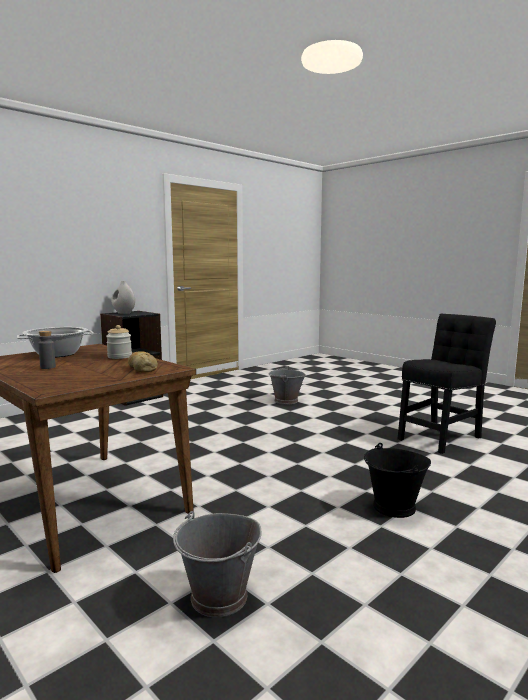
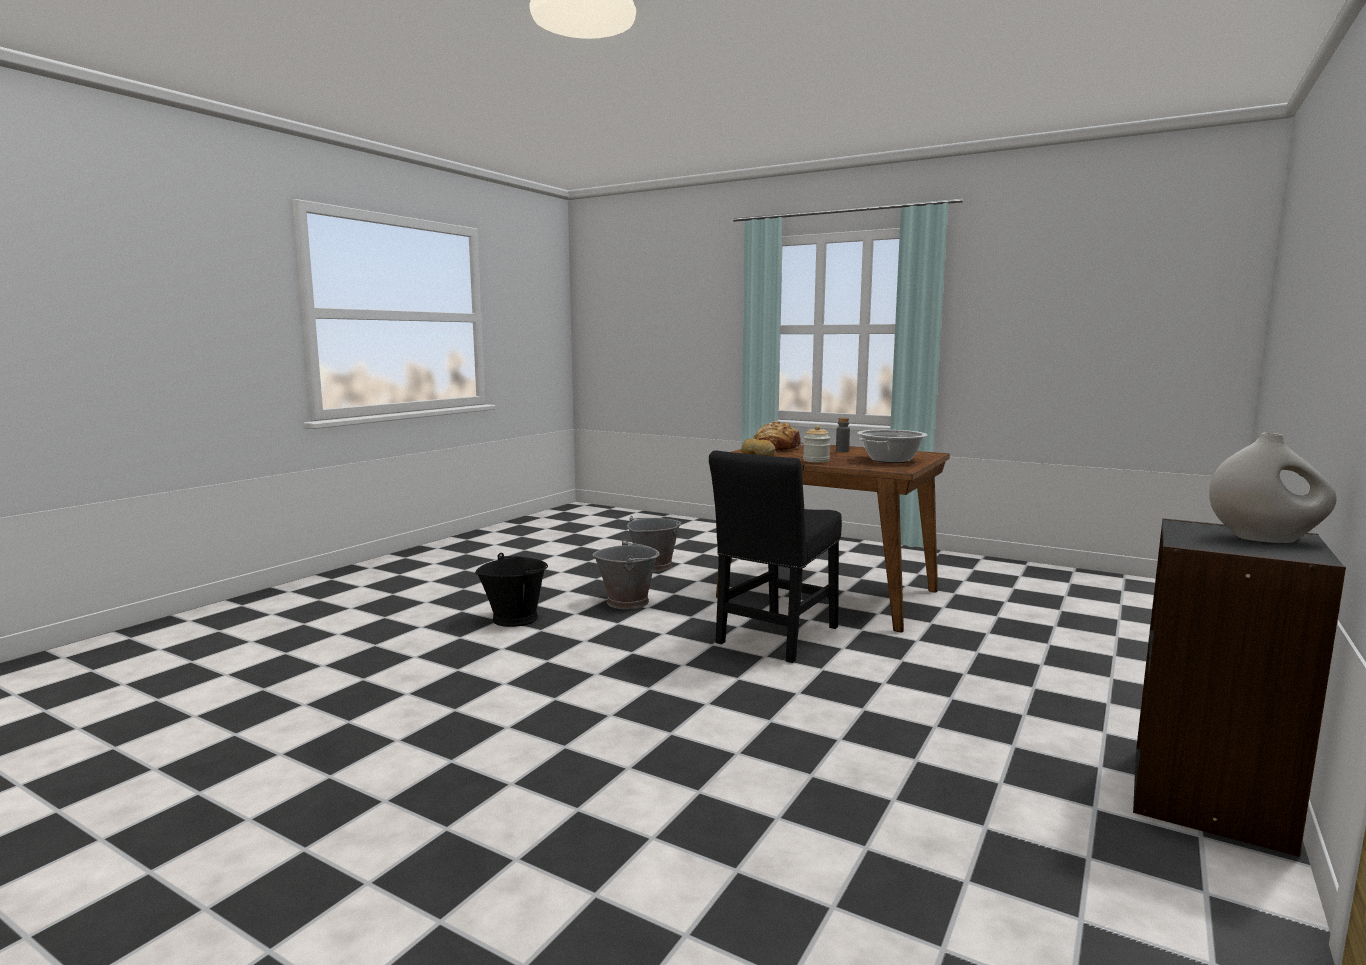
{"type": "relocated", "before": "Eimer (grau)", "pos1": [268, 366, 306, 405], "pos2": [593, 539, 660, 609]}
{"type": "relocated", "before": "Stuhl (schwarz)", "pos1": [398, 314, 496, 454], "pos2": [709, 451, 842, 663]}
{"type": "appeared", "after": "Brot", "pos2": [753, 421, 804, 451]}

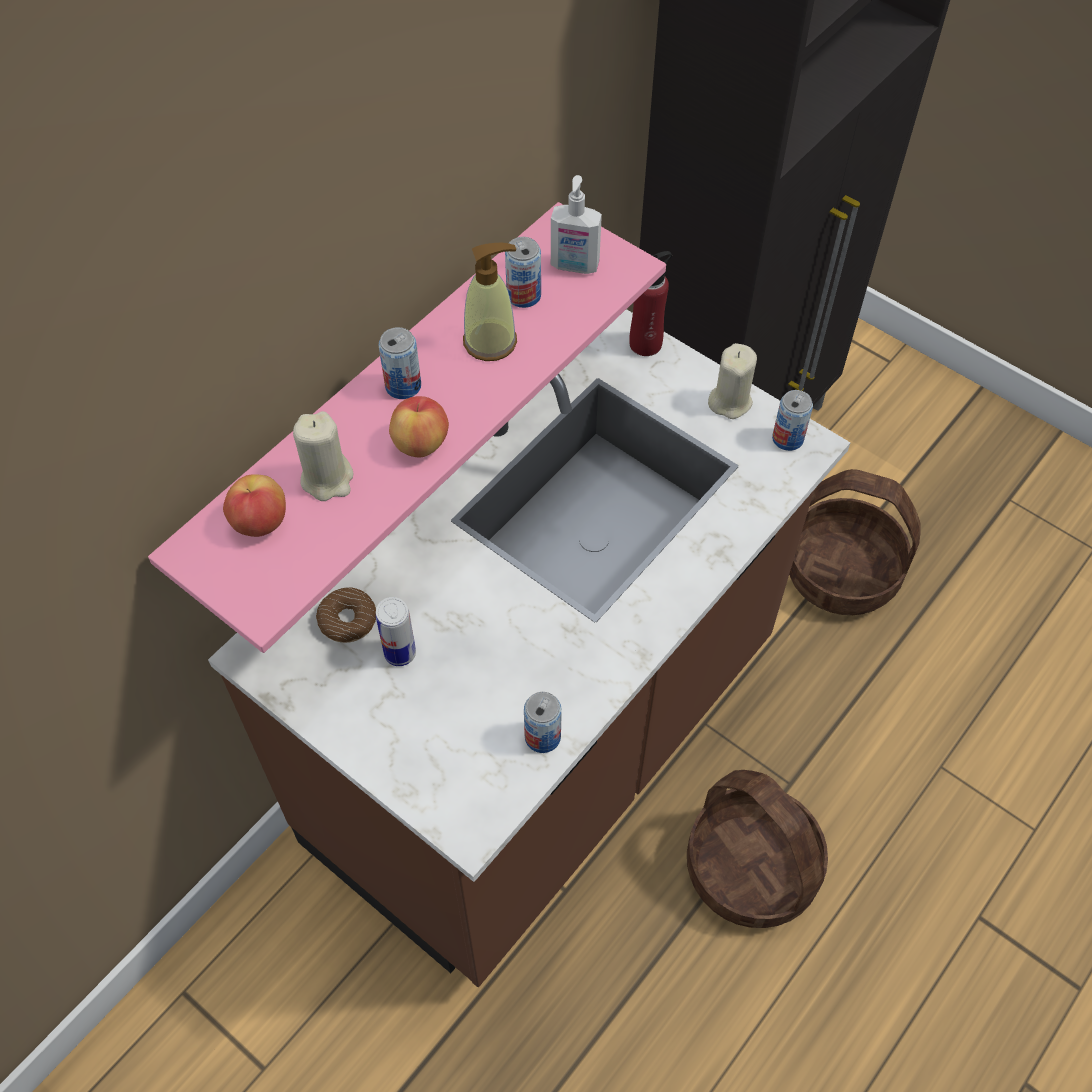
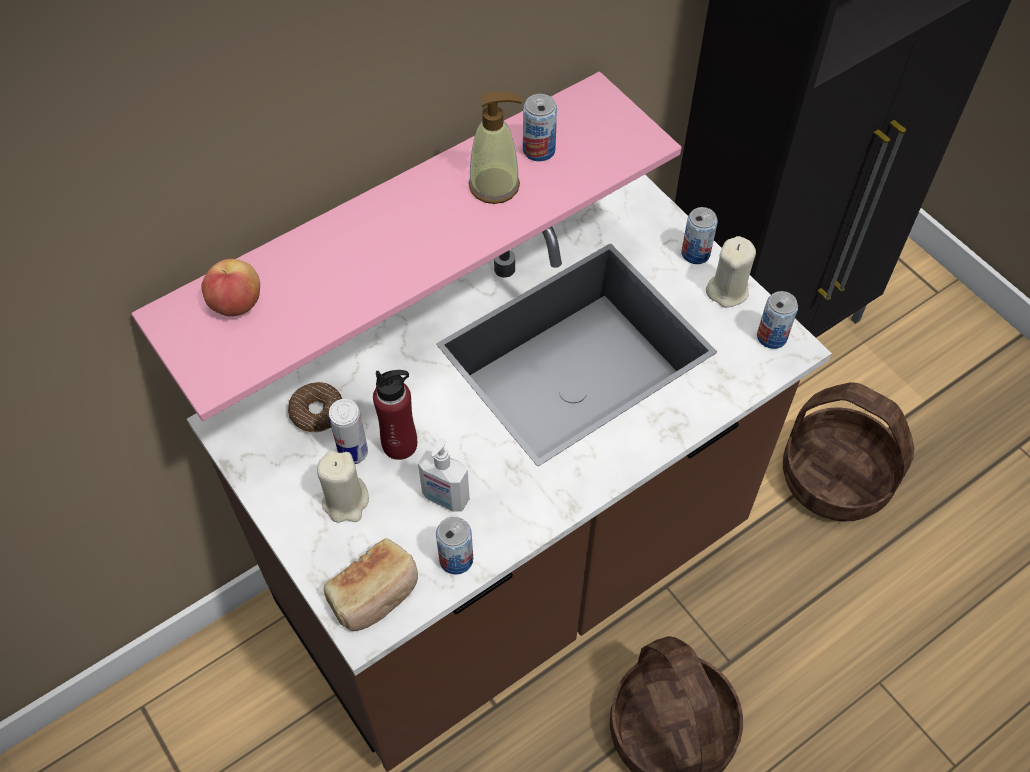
{"type": "relocated", "before": "Kerze (beige)", "pos1": [293, 411, 354, 501], "pos2": [317, 451, 369, 523]}
{"type": "appeared", "after": "Brot", "pos2": [324, 538, 418, 631]}
{"type": "relocated", "before": "Flasche (rot)", "pos1": [629, 251, 672, 356], "pos2": [373, 370, 417, 460]}
{"type": "relocated", "before": "Seifenspender", "pos1": [551, 175, 602, 274], "pos2": [418, 438, 470, 512]}
{"type": "relocated", "before": "Dose", "pos1": [378, 327, 421, 399], "pos2": [681, 207, 718, 264]}
{"type": "missing", "before": "Apfel", "pos1": [389, 396, 449, 457]}

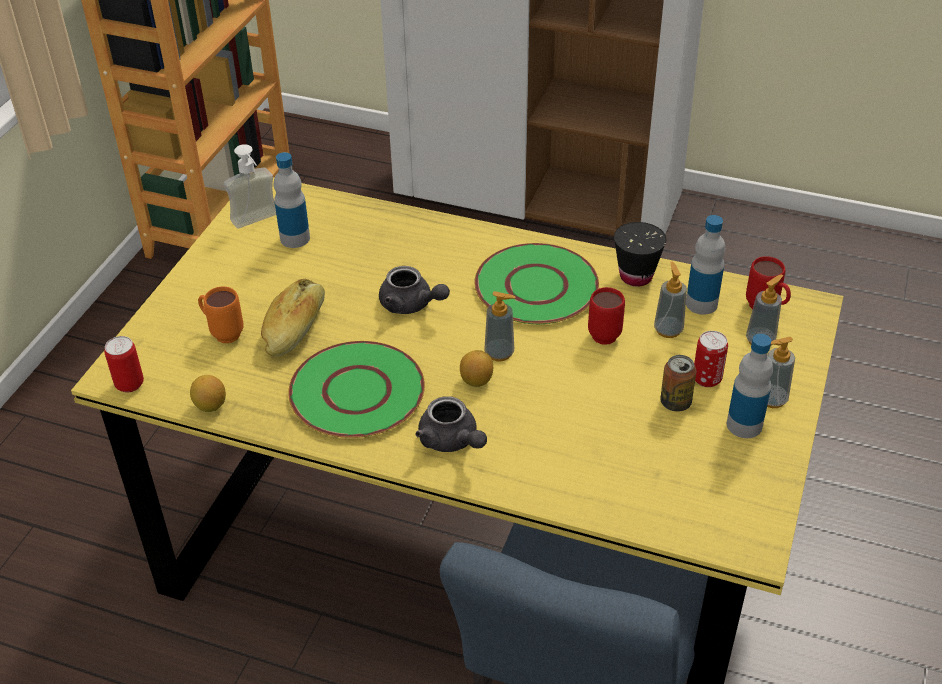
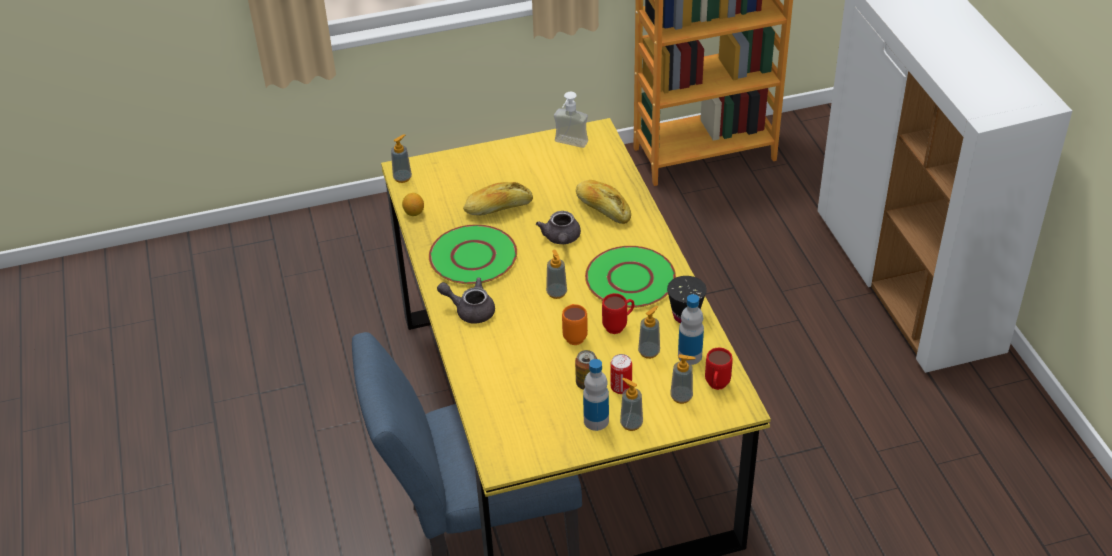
{"type": "exchanged", "before": "Dose", "after": "Seifenspender", "pos1": [104, 336, 144, 392], "pos2": [391, 134, 412, 183]}
{"type": "spun", "before": "Teekanne (grau)", "pos1": [415, 396, 487, 452], "pos2": [437, 277, 495, 324], "turn": 90}
{"type": "relocated", "before": "Henkelbecher (orange)", "pos1": [198, 286, 244, 343], "pos2": [562, 304, 588, 345]}
{"type": "appeared", "after": "Brot", "pos2": [576, 180, 631, 224]}
{"type": "missing", "before": "Flasche", "pos1": [274, 152, 310, 248]}
{"type": "missing", "before": "Zitrone", "pos1": [460, 350, 493, 387]}

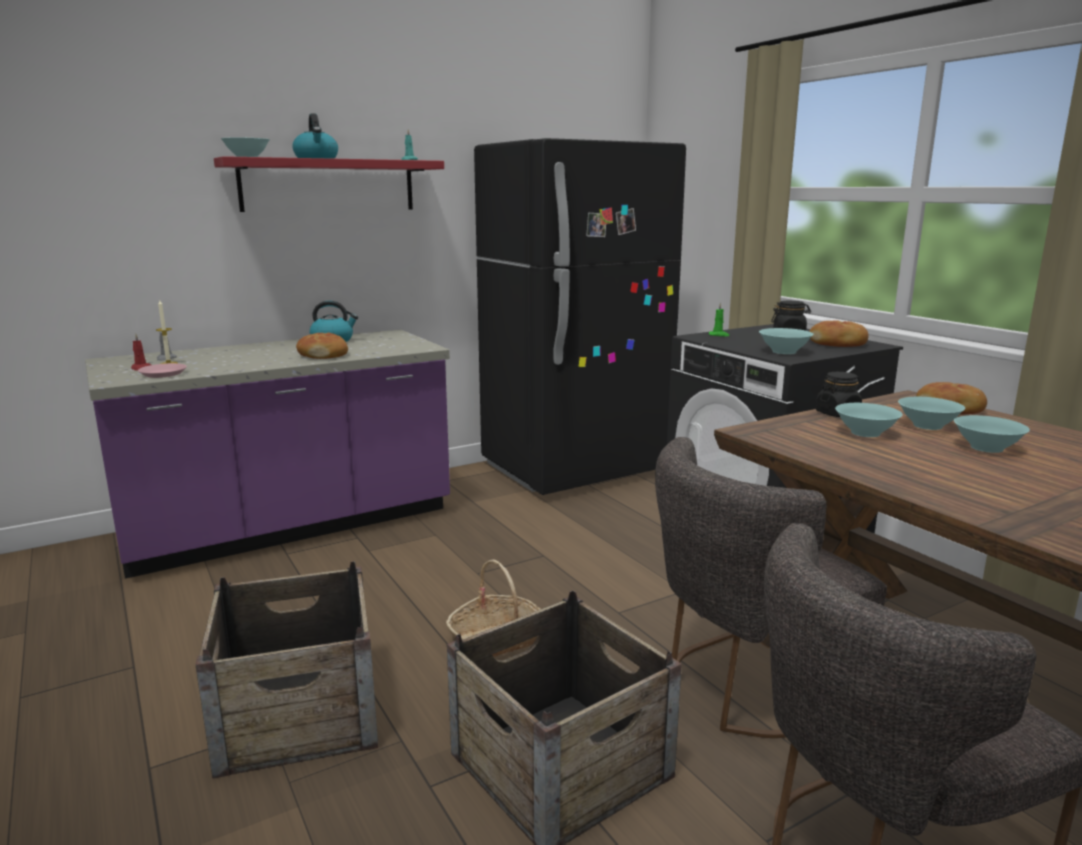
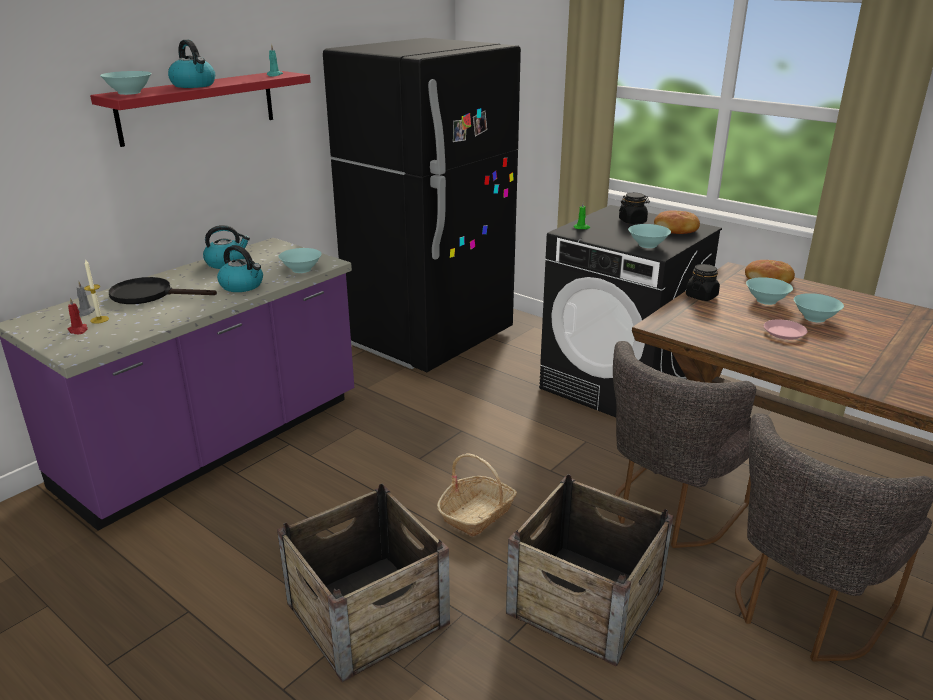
{"type": "appeared", "after": "Pfanne (schwarz)", "pos2": [109, 277, 217, 304]}
{"type": "exchanged", "before": "Brot", "after": "Wasserkessel", "pos1": [296, 333, 348, 359], "pos2": [217, 245, 263, 292]}
{"type": "relocated", "before": "Schüssel (türkis)", "pos1": [835, 403, 903, 437], "pos2": [278, 248, 322, 273]}
{"type": "relocated", "before": "Teller (rosa)", "pos1": [138, 363, 187, 378], "pos2": [764, 319, 807, 340]}

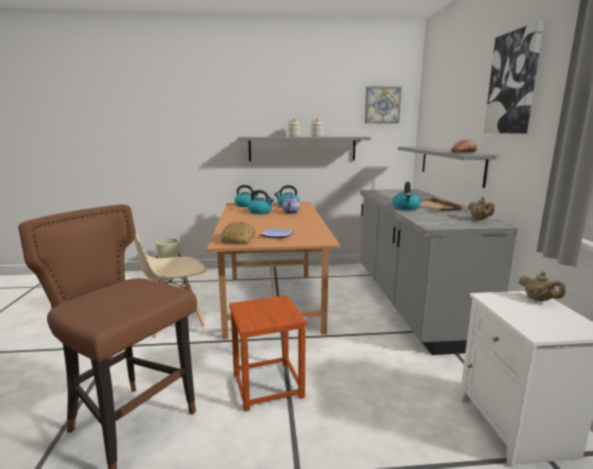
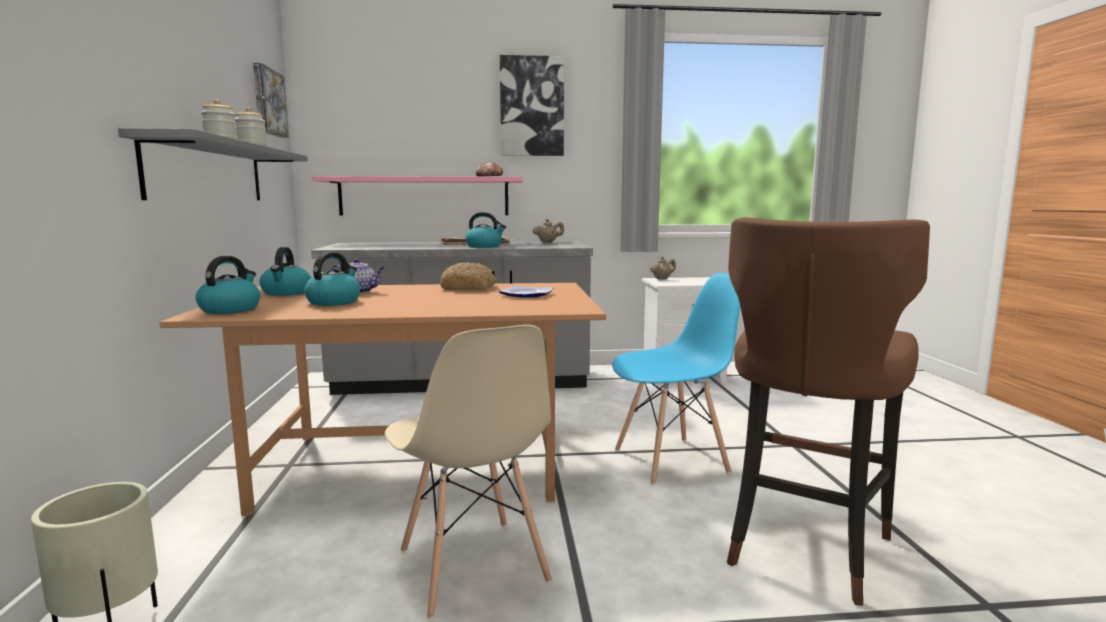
{"type": "colour", "before": "Wandregal (grau)", "after": "Wandregal (rosa)", "pos1": [398, 147, 497, 188], "pos2": [312, 176, 523, 216]}
{"type": "relocated", "before": "Brot", "pos1": [221, 222, 256, 244], "pos2": [440, 262, 496, 290]}
{"type": "exchanged", "before": "Hocker (braun)", "after": "Stuhl (blau)", "pos1": [229, 295, 307, 411], "pos2": [612, 273, 740, 485]}

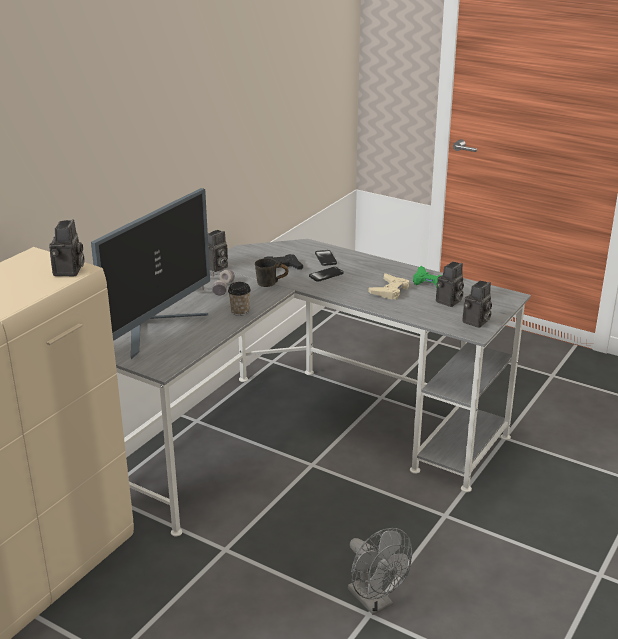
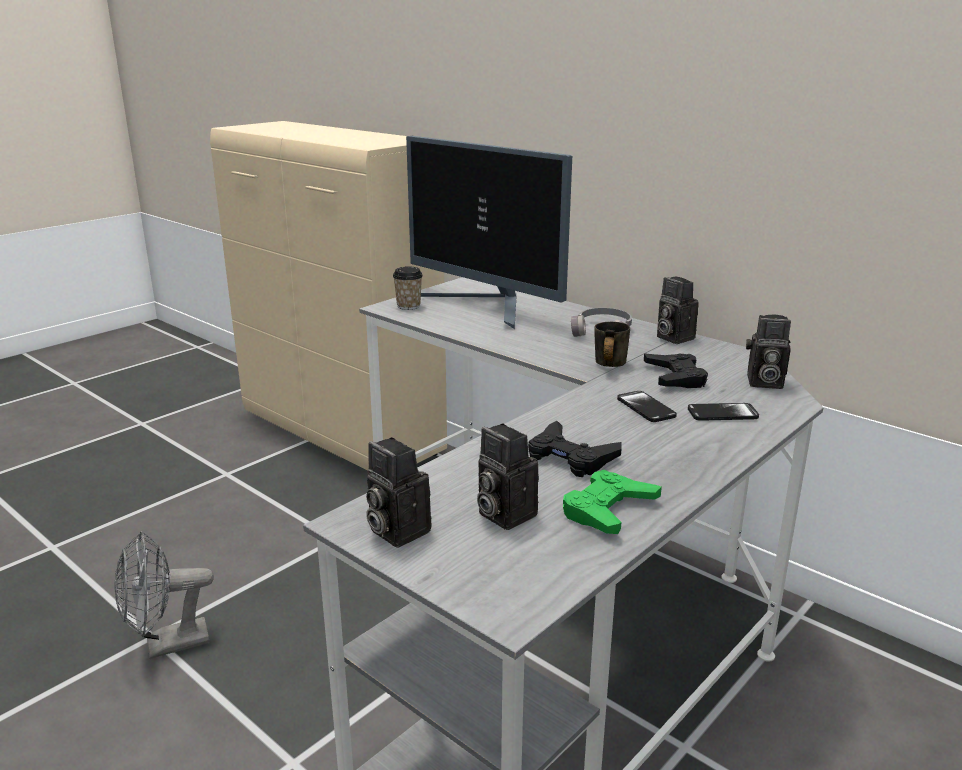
{"type": "relocated", "before": "Tasse", "pos1": [228, 282, 251, 316], "pos2": [393, 266, 423, 310]}
{"type": "colour", "before": "Gamepad (beige)", "after": "Gamepad (schwarz)", "pos1": [369, 273, 409, 300], "pos2": [528, 421, 622, 477]}
{"type": "relocated", "before": "Kamera", "pos1": [49, 219, 85, 276], "pos2": [746, 315, 791, 389]}

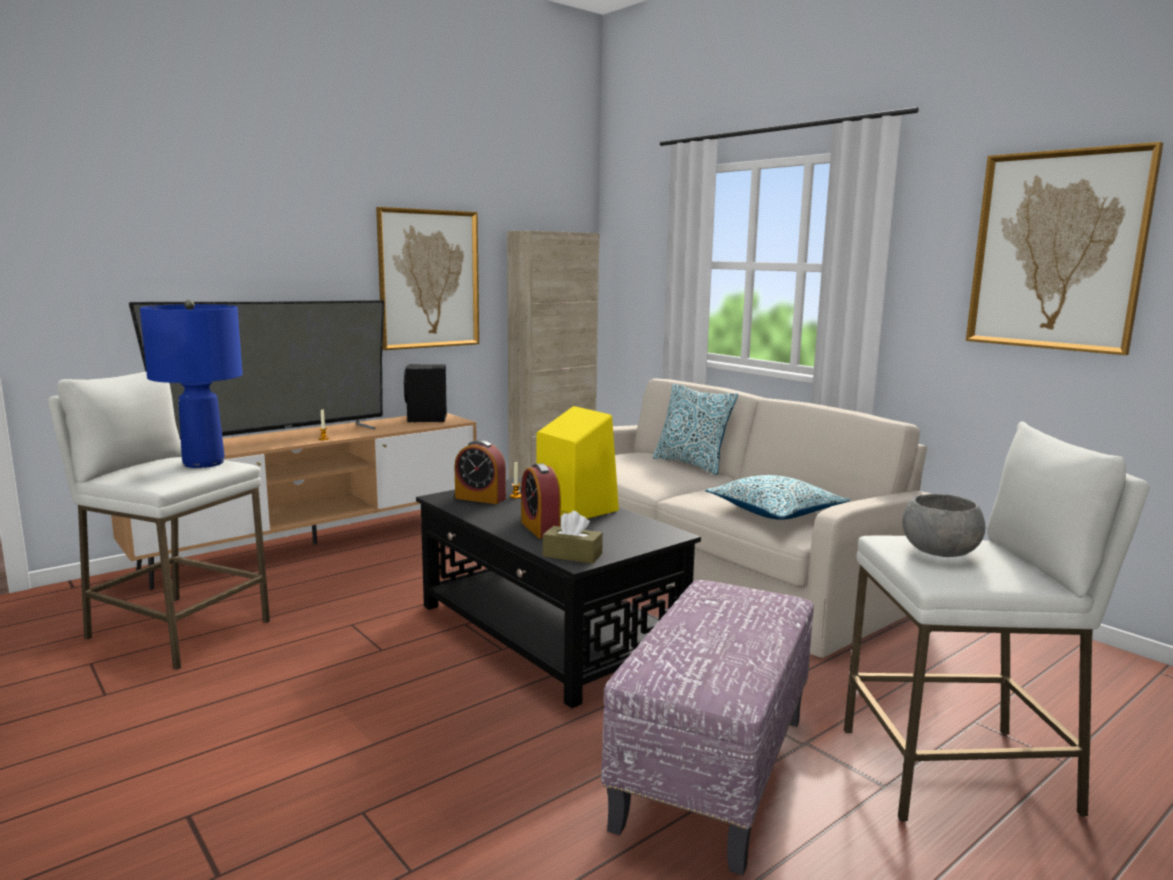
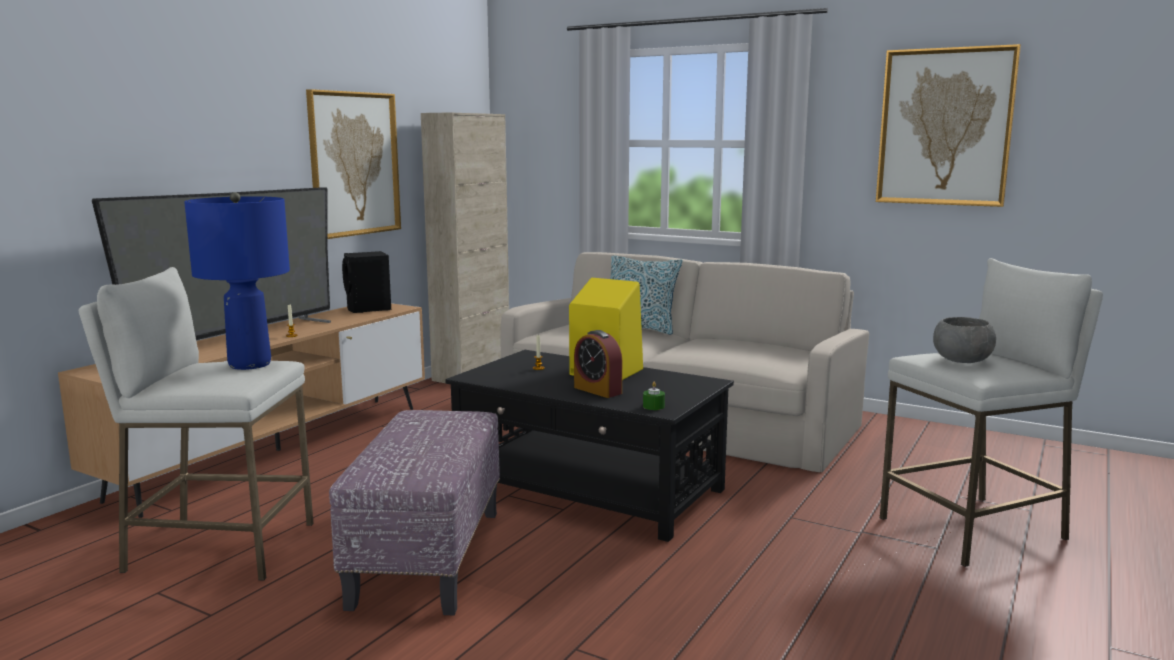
{"type": "relocated", "before": "Polsterhocker", "pos1": [601, 580, 814, 876], "pos2": [329, 410, 500, 616]}
{"type": "exchanged", "before": "Taschentuchbox (braun)", "after": "Kerze (grün)", "pos1": [543, 511, 603, 564], "pos2": [643, 382, 665, 410]}
{"type": "missing", "before": "Wecker", "pos1": [455, 440, 506, 504]}
{"type": "missing", "before": "Kissen", "pos1": [705, 475, 851, 520]}

